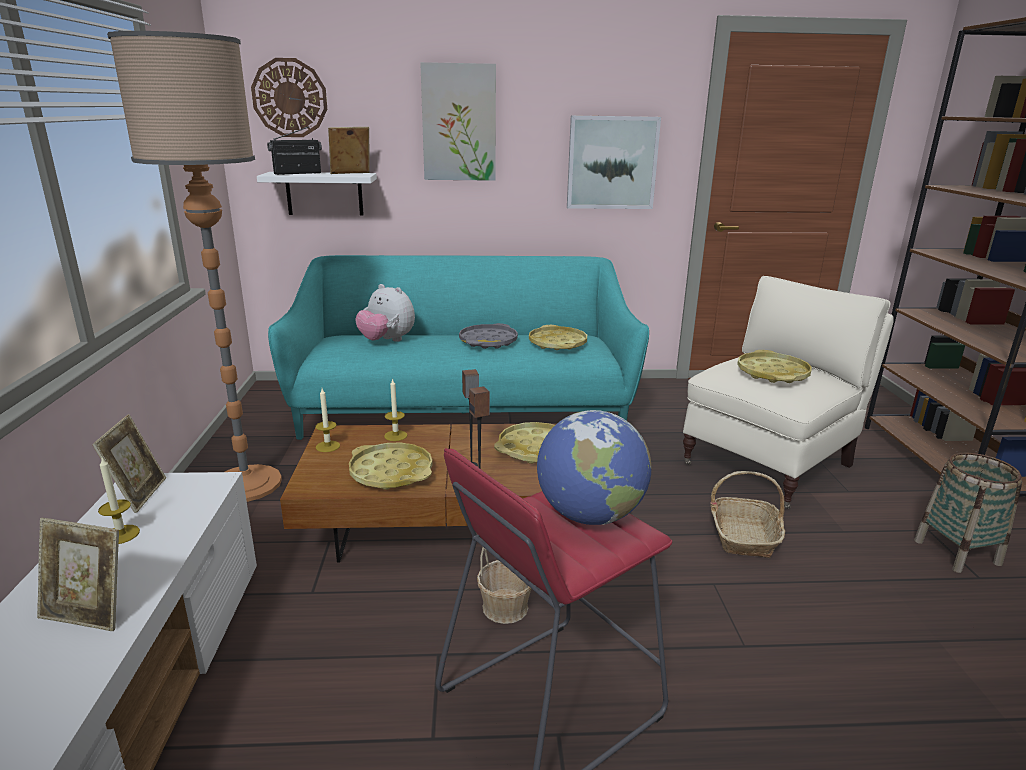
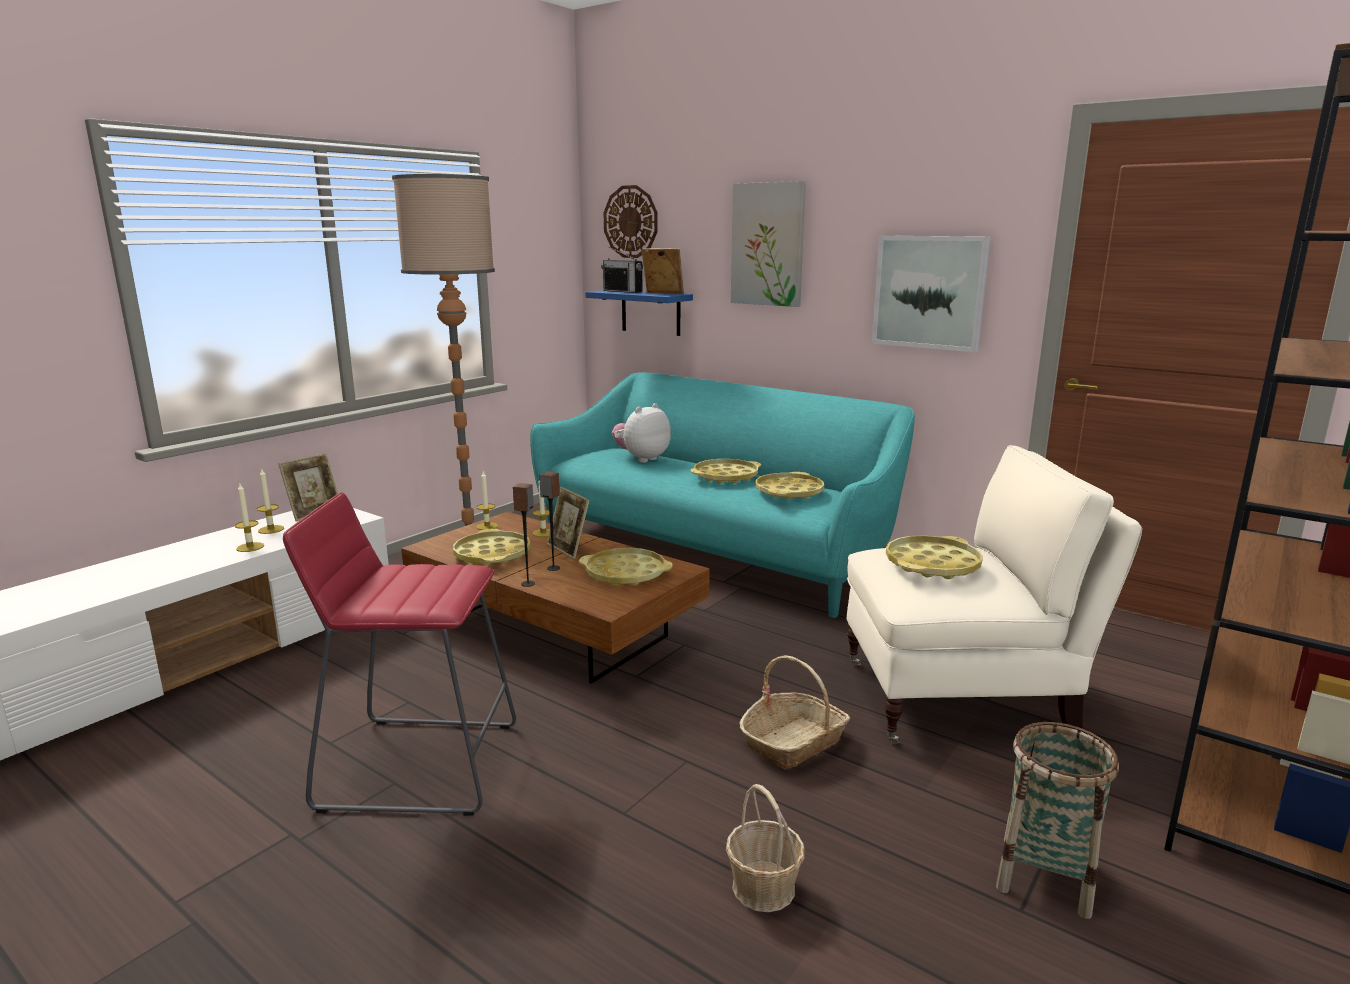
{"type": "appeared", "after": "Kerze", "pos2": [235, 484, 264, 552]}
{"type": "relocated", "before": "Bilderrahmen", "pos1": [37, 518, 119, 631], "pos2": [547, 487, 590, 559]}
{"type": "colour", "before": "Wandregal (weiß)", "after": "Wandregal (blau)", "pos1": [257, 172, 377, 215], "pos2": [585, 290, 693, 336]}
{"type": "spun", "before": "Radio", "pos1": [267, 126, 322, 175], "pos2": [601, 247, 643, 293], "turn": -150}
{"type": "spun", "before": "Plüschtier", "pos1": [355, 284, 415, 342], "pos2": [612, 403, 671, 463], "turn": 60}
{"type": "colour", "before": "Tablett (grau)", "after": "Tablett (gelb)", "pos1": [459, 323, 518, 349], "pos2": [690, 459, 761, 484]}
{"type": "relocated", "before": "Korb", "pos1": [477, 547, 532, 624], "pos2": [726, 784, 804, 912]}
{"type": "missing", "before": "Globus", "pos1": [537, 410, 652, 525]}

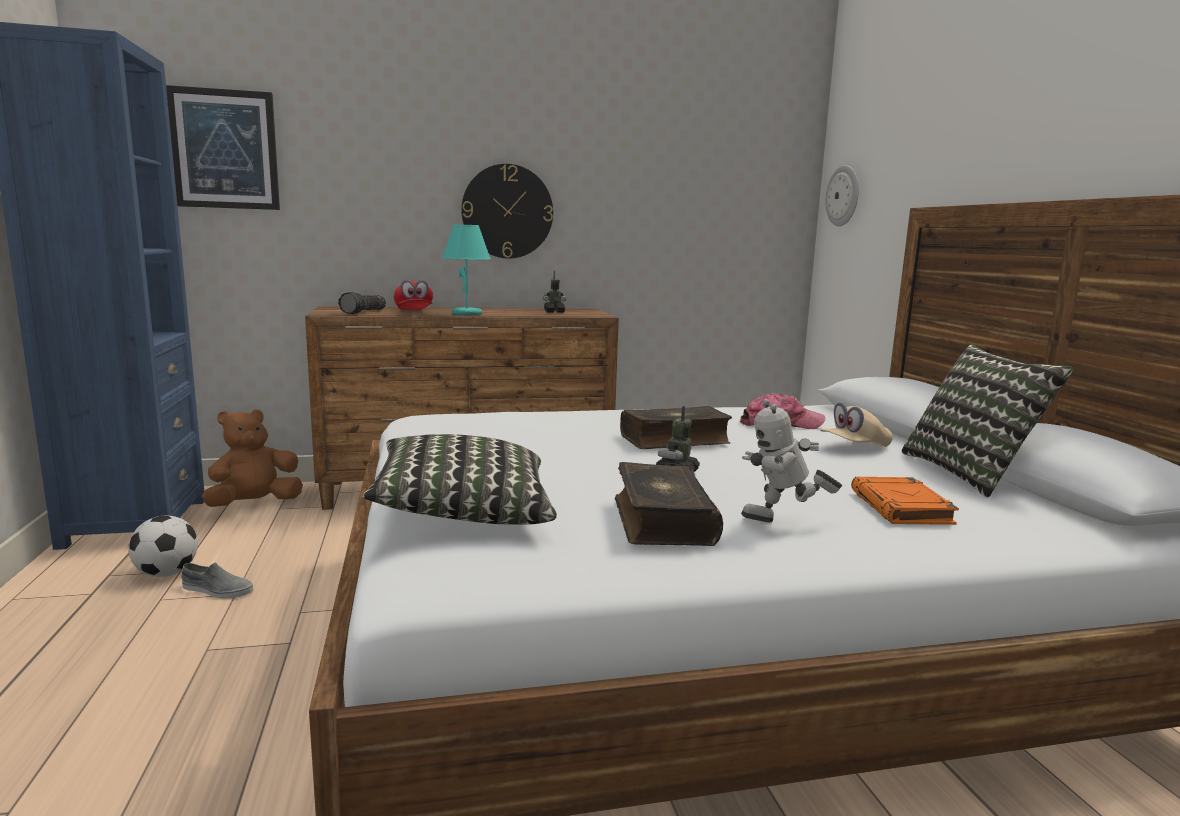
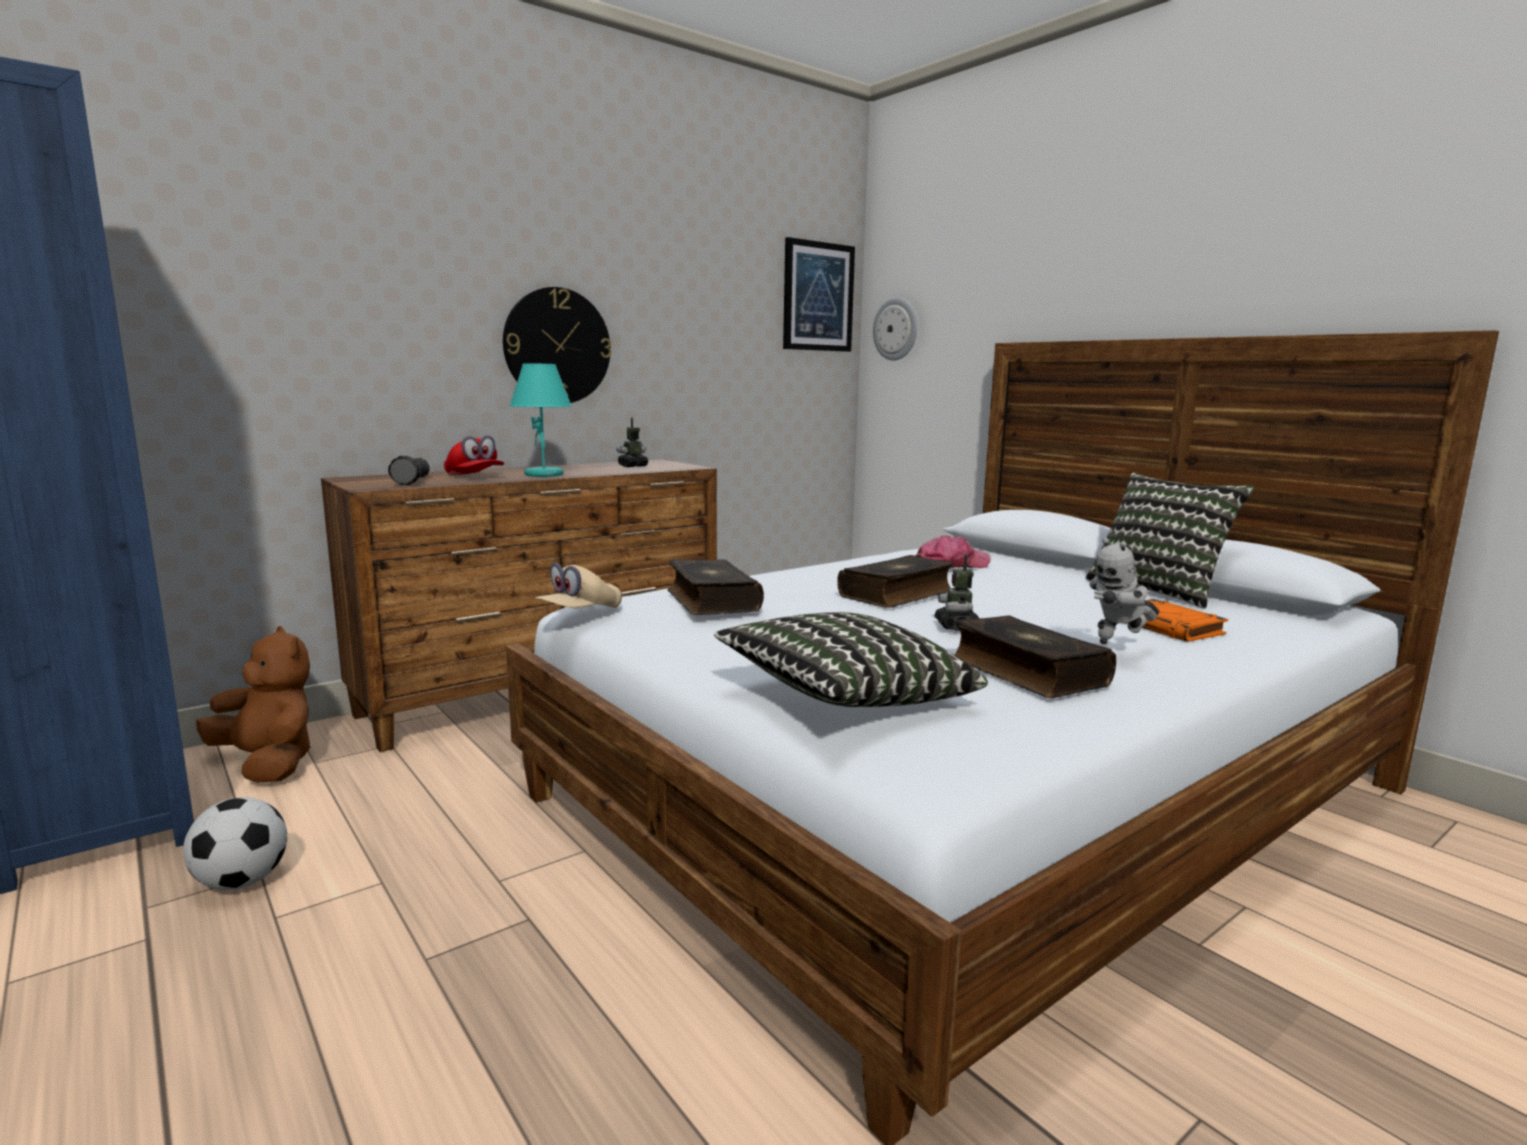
{"type": "spun", "before": "Plüschtier (braun)", "pos1": [202, 409, 303, 507], "pos2": [196, 626, 311, 783], "turn": 105}
{"type": "relocated", "before": "Kappe (beige)", "pos1": [820, 403, 893, 447], "pos2": [535, 563, 622, 608]}
{"type": "appeared", "after": "Buch", "pos2": [668, 559, 764, 615]}
{"type": "relocated", "before": "Bild", "pos1": [166, 85, 280, 210], "pos2": [783, 237, 855, 352]}
{"type": "missing", "before": "Schuh (grau)", "pos1": [181, 563, 253, 599]}

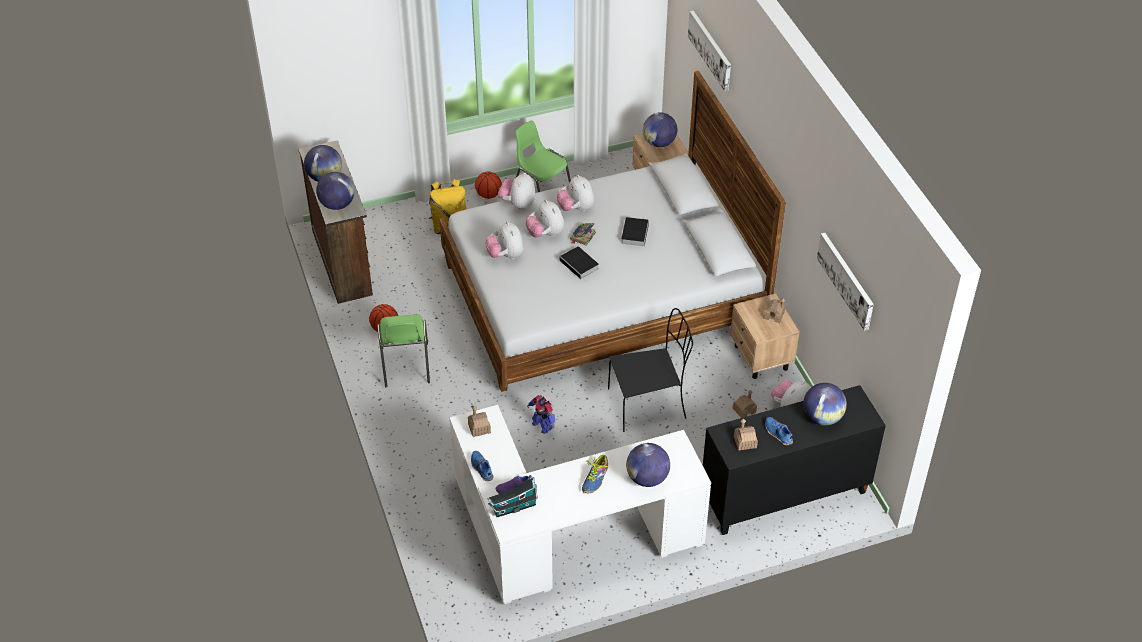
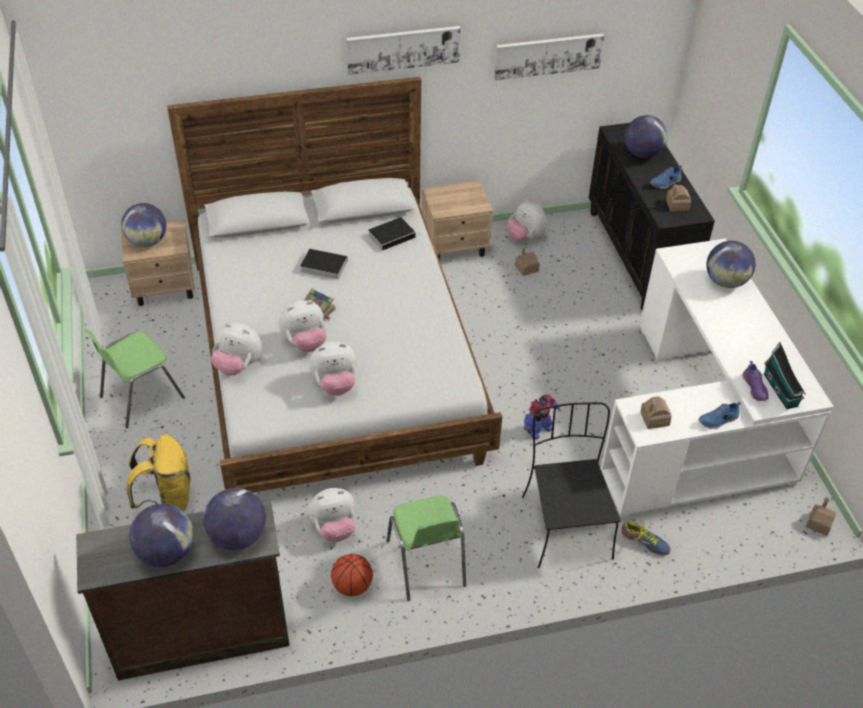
{"type": "relocated", "before": "Plüschtier", "pos1": [557, 175, 594, 211], "pos2": [308, 488, 356, 542]}
{"type": "relocated", "before": "Bild", "pos1": [688, 10, 731, 91], "pos2": [346, 26, 461, 75]}
{"type": "relocated", "before": "Buch", "pos1": [560, 246, 599, 282], "pos2": [369, 217, 421, 251]}
{"type": "spun", "before": "Stuhl (grün)", "pos1": [377, 314, 430, 387], "pos2": [386, 495, 466, 601], "turn": 75}
{"type": "relocated", "before": "Stuhl (schwarz)", "pos1": [608, 308, 693, 432], "pos2": [522, 402, 621, 568]}
{"type": "relocated", "before": "Schuh", "pos1": [582, 455, 608, 493], "pos2": [621, 520, 671, 555]}
{"type": "relocated", "before": "Spielzeughaus", "pos1": [763, 298, 785, 323], "pos2": [806, 498, 836, 536]}
{"type": "missing", "before": "Basketball", "pos1": [475, 172, 502, 199]}

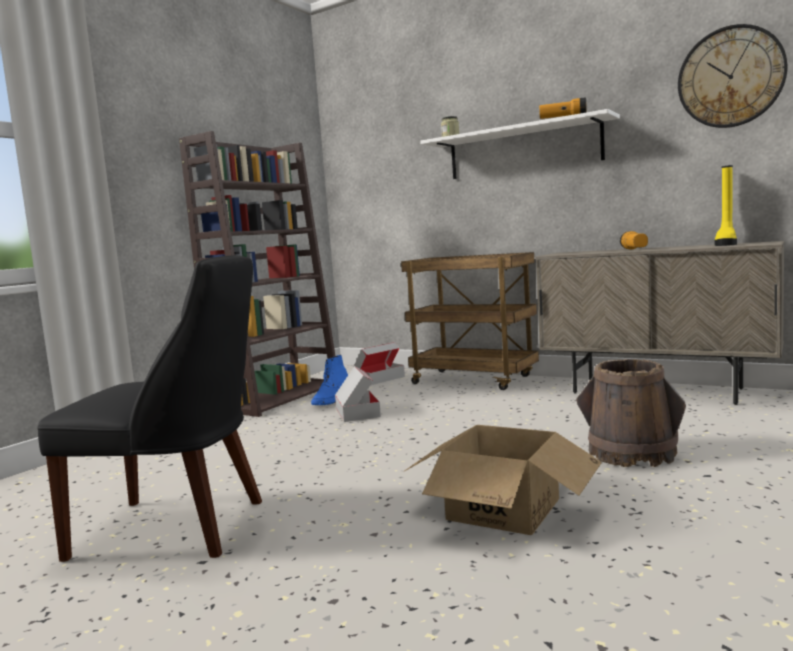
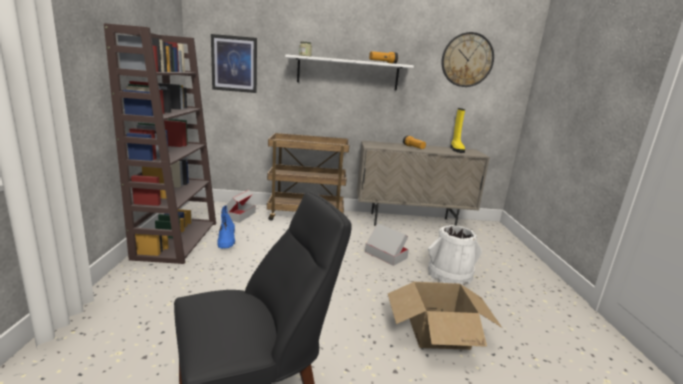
{"type": "appeared", "after": "Bild", "pos2": [211, 34, 257, 93]}
{"type": "relocated", "before": "Karton", "pos1": [335, 366, 381, 422], "pos2": [365, 223, 409, 266]}
{"type": "colour", "before": "Eimer (braun)", "after": "Eimer (weiß)", "pos1": [576, 359, 686, 467], "pos2": [428, 225, 482, 285]}

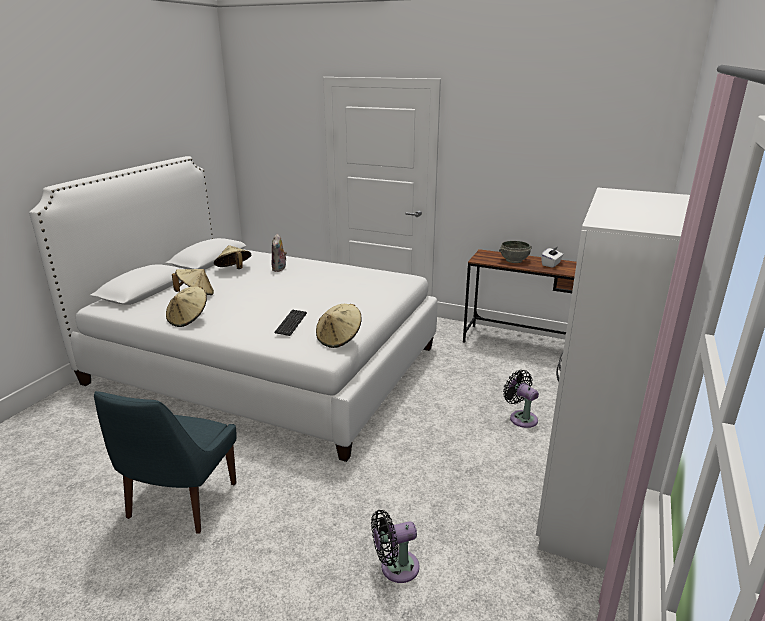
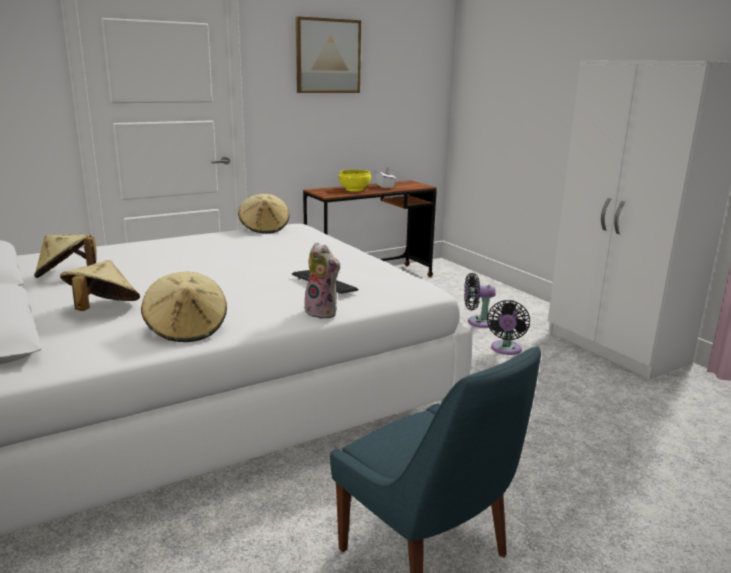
{"type": "relocated", "before": "Hut (beige)", "pos1": [316, 304, 362, 348], "pos2": [238, 194, 290, 234]}
{"type": "appeared", "after": "Bild", "pos2": [296, 16, 361, 93]}
{"type": "relocated", "before": "Plüschtier", "pos1": [271, 234, 287, 272], "pos2": [303, 242, 341, 319]}
{"type": "colour", "before": "Schüssel (grau)", "after": "Schüssel (gelb)", "pos1": [499, 241, 532, 263], "pos2": [339, 170, 371, 192]}
{"type": "relocated", "before": "Ventilator (schwarz)", "pos1": [371, 510, 420, 583], "pos2": [487, 300, 530, 355]}

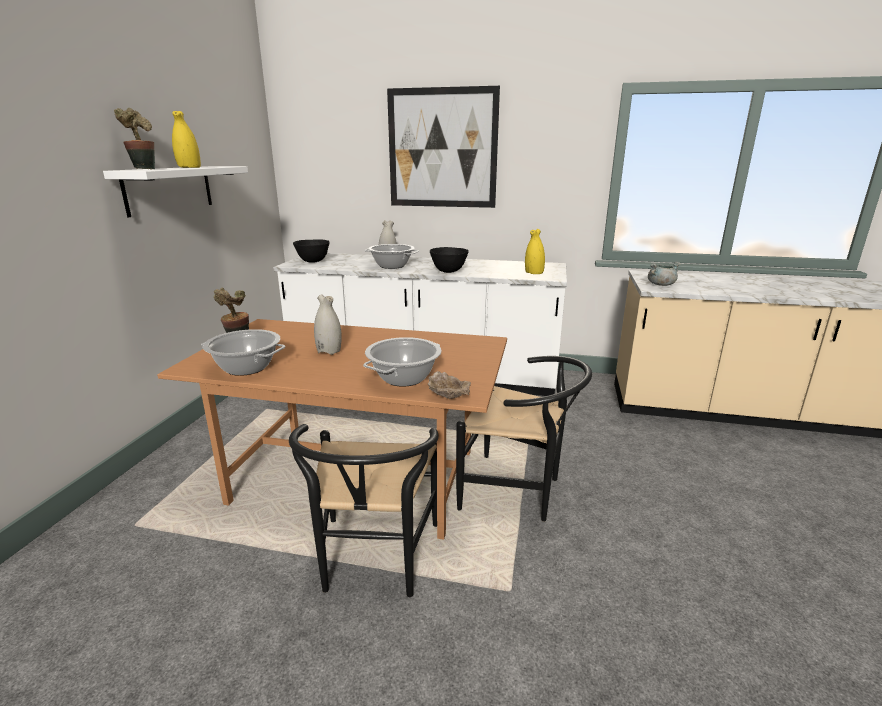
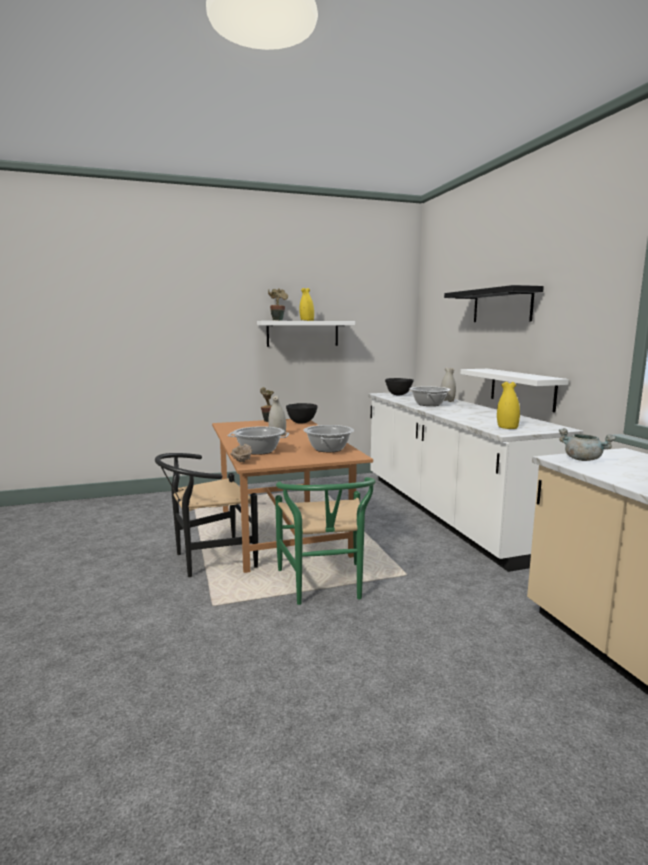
{"type": "colour", "before": "Stuhl (schwarz)", "after": "Stuhl (grün)", "pos1": [456, 356, 592, 522], "pos2": [275, 477, 376, 605]}
{"type": "relocated", "before": "Schüssel (schwarz)", "pos1": [430, 247, 469, 273], "pos2": [286, 403, 318, 424]}
{"type": "relocated", "before": "Kochtopf", "pos1": [201, 329, 285, 376], "pos2": [304, 425, 354, 452]}
{"type": "exchanged", "before": "Bild", "after": "Wandregal (schwarz)", "pos1": [387, 86, 500, 208], "pos2": [444, 285, 544, 322]}
{"type": "appeared", "after": "Wandregal (weiß)", "pos2": [461, 369, 569, 413]}

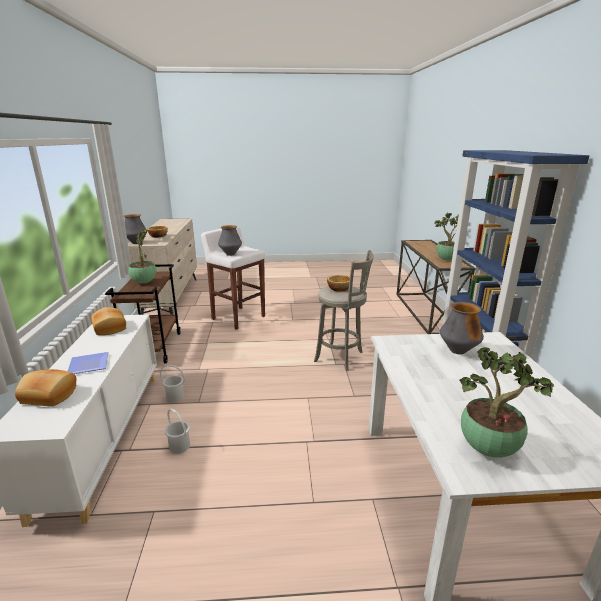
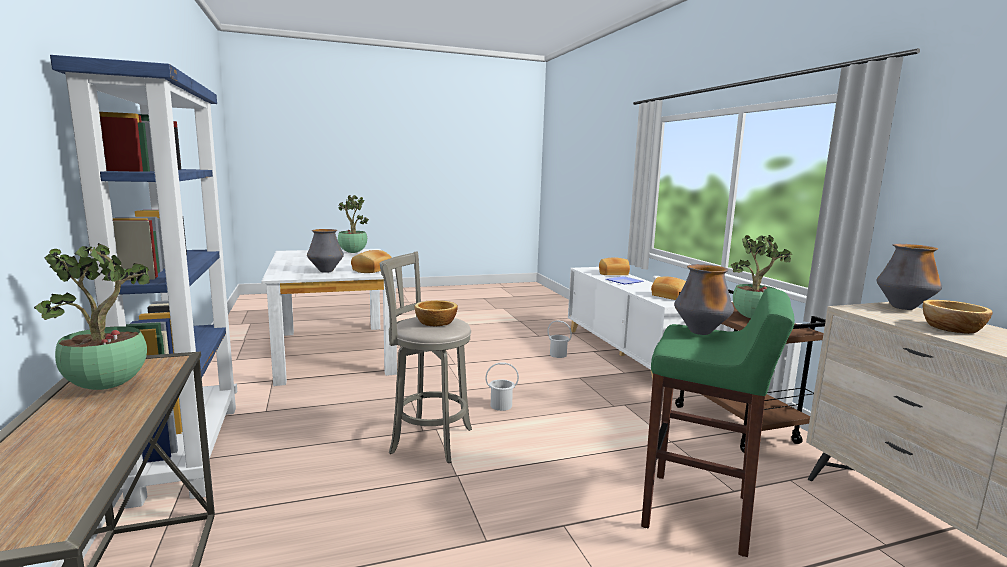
{"type": "appeared", "after": "Brot", "pos2": [351, 250, 392, 273]}
{"type": "relocated", "before": "Eimer (weiß)", "pos1": [160, 365, 185, 402], "pos2": [485, 363, 519, 411]}
{"type": "colour", "before": "Hocker (weiß)", "after": "Hocker (grün)", "pos1": [201, 226, 265, 330], "pos2": [641, 288, 795, 557]}

